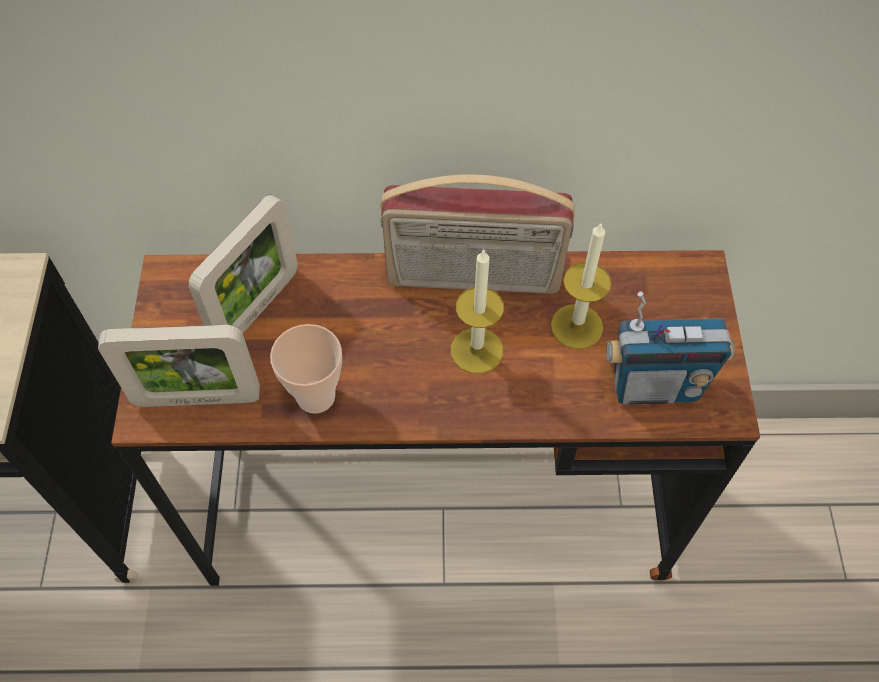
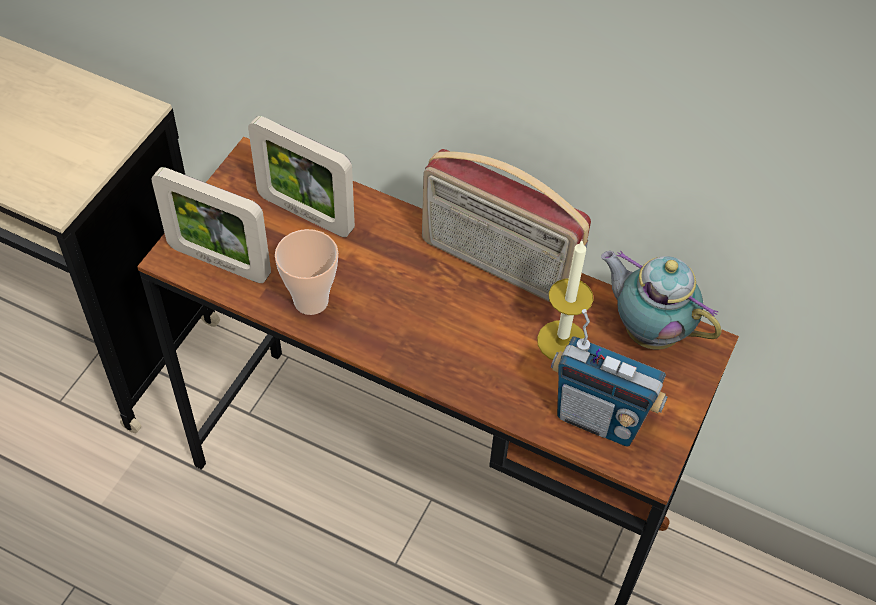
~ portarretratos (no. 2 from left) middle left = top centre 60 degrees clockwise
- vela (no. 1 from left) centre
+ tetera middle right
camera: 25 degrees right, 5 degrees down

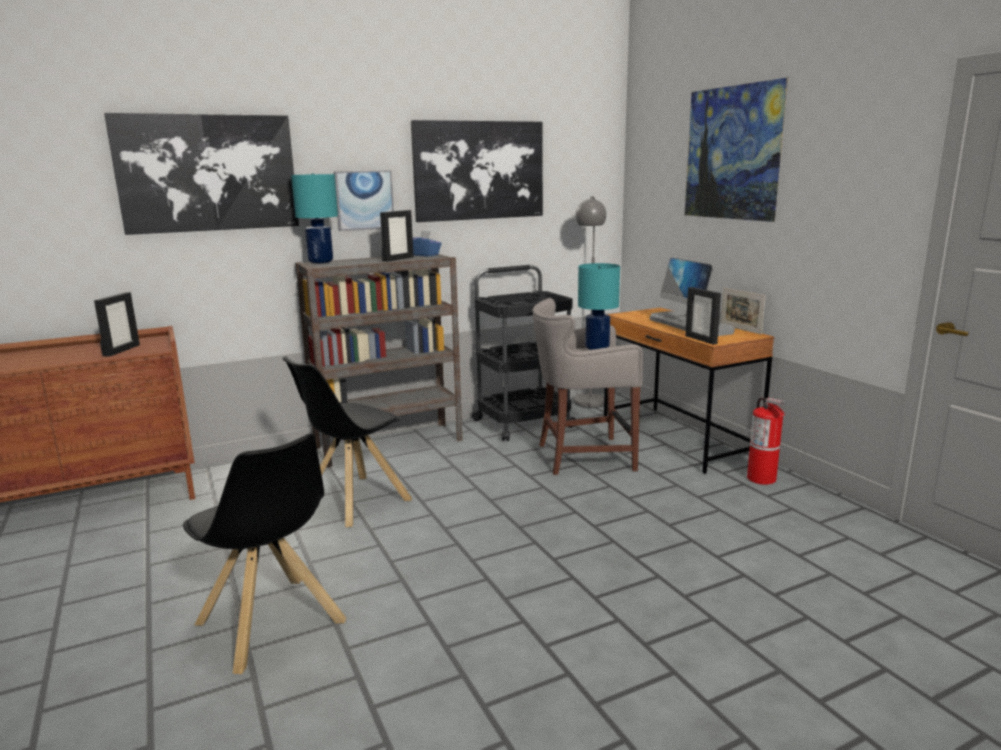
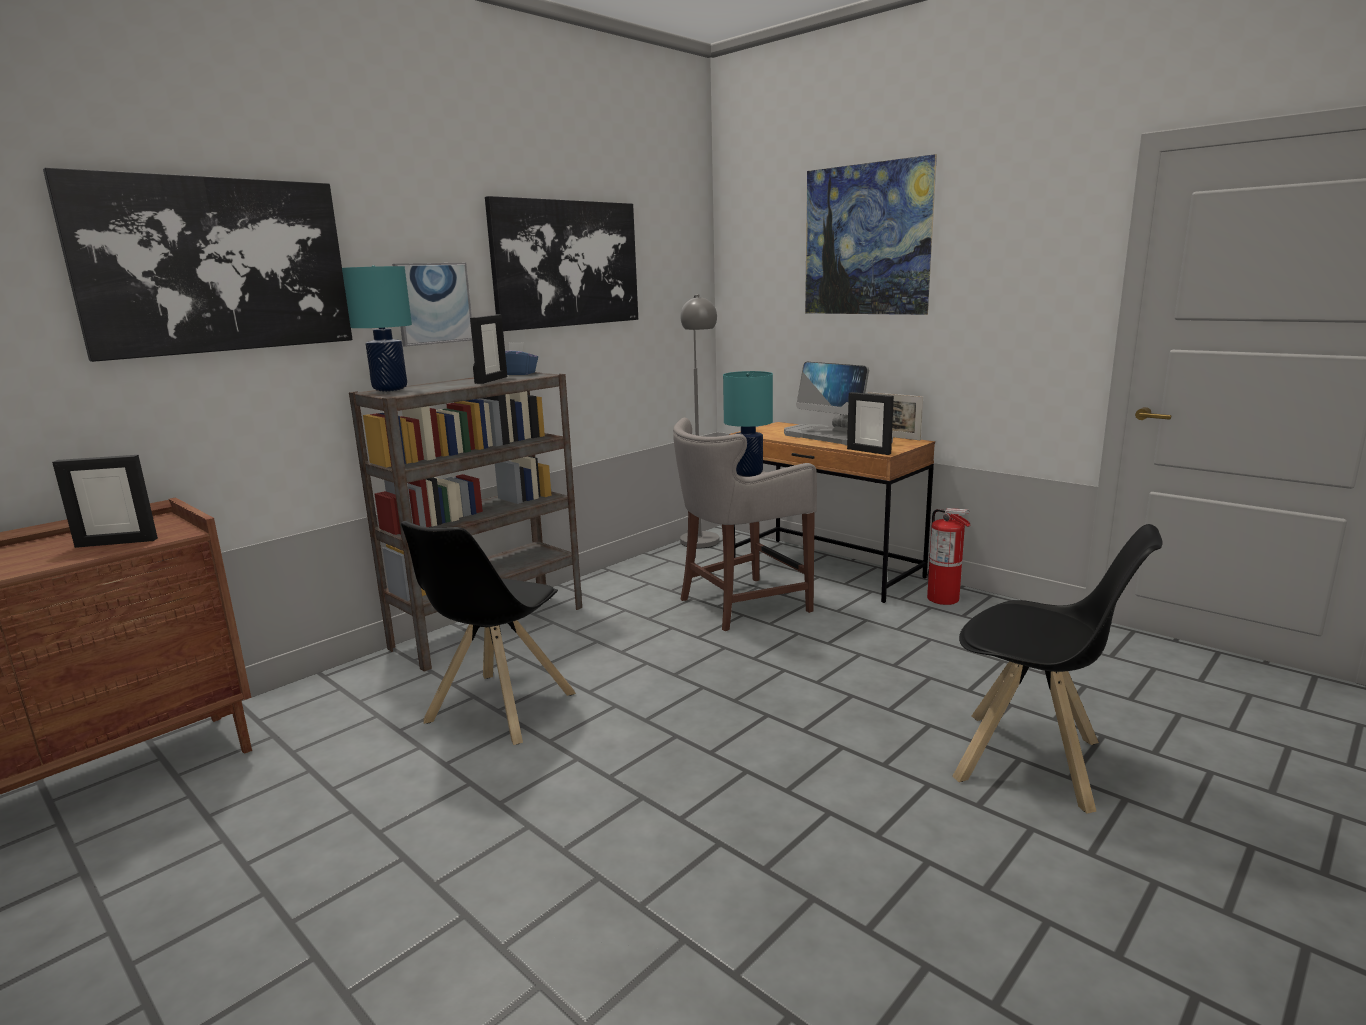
~ portarretratos (no. 1 from left) middle left = middle left 90 degrees clockwise
~ silla (negro) (no. 1 from left in the first image) bottom left to silla (negro) (no. 2 from left) middle right
- carrito (negro) centre
camera: 20 degrees left, 0 degrees up

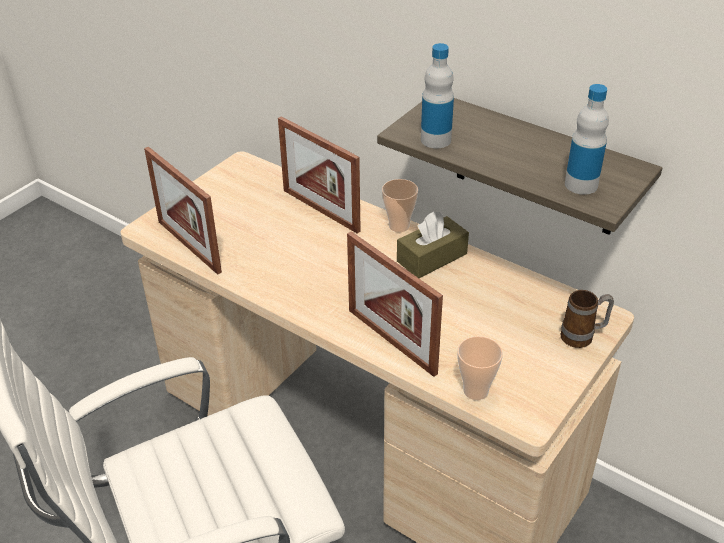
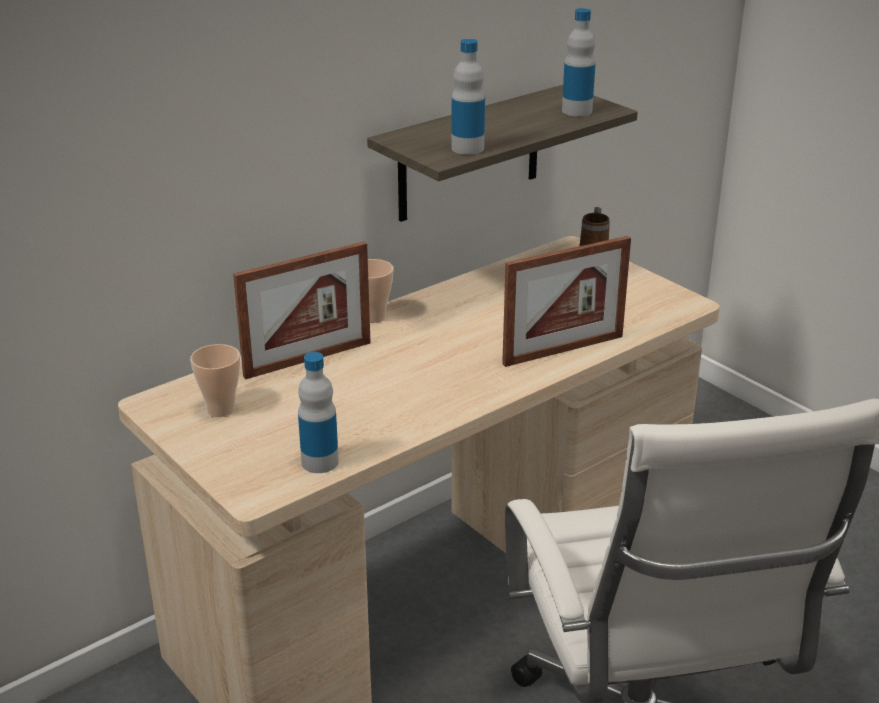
~ portarretratos (no. 1 from left) middle left to botella (no. 1 from left) centre
- caja de pañuelos (marrón) centre
~ taza (no. 2 from left in the first image) bottom centre to taza (no. 1 from left) middle left
camera: 75 degrees left, 10 degrees down

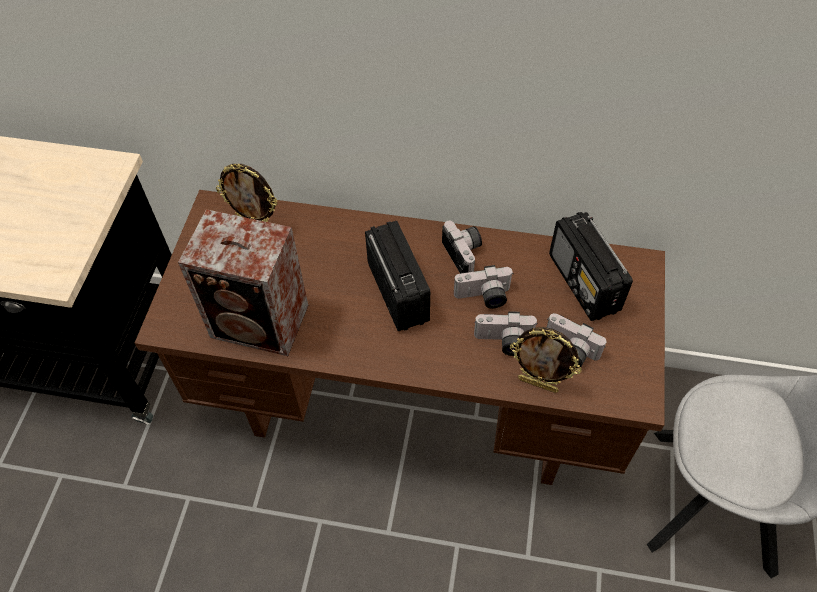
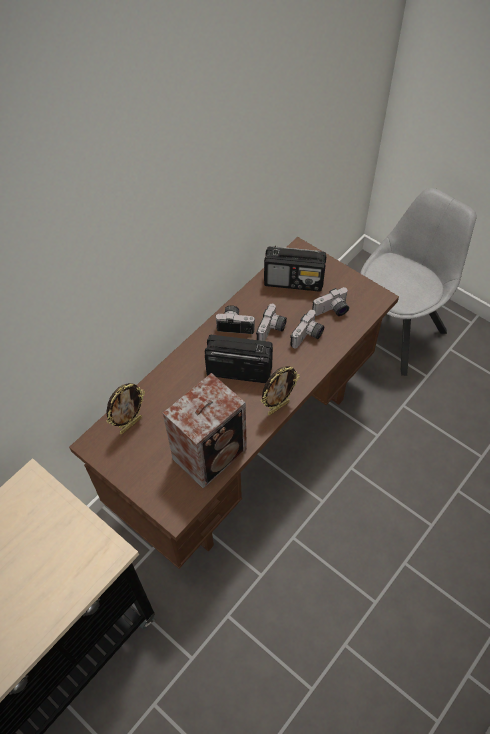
~ portarretratos (no. 2 from left) middle right to centre
camera: 60 degrees left, 0 degrees up

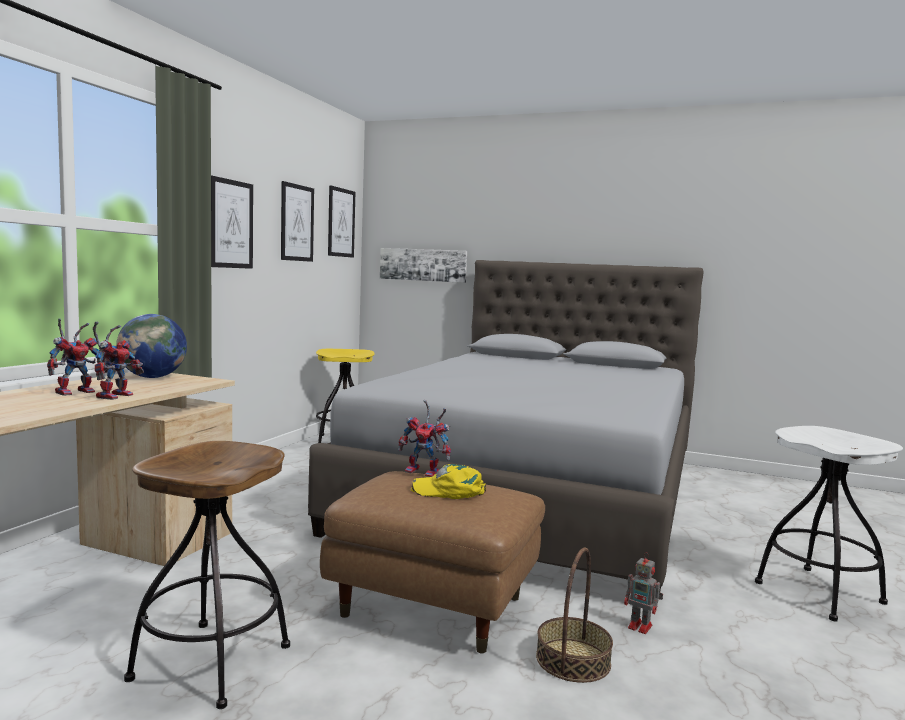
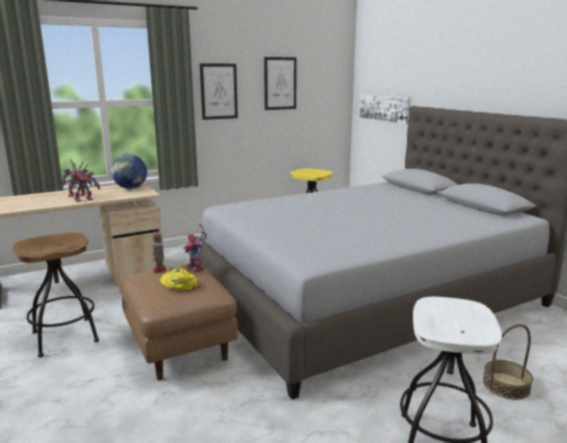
- cuadro (no. 3 from left) top centre
~ cesta bottom centre to bottom right
~ robot de juguete (no. 4 from left in the first image) bottom right to robot de juguete (no. 3 from left) middle left
camera: 40 degrees right, 10 degrees up

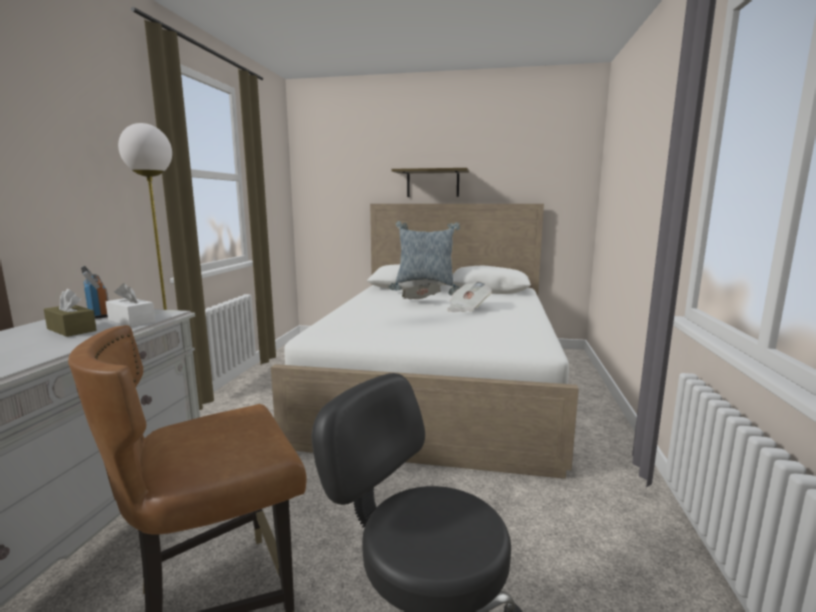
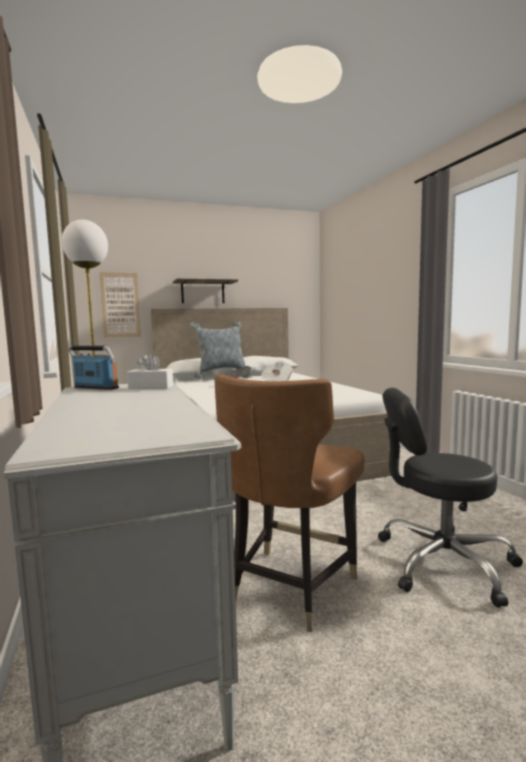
- caja de pañuelos (marrón) middle left
+ cuadro middle left
camera: 30 degrees left, 5 degrees down

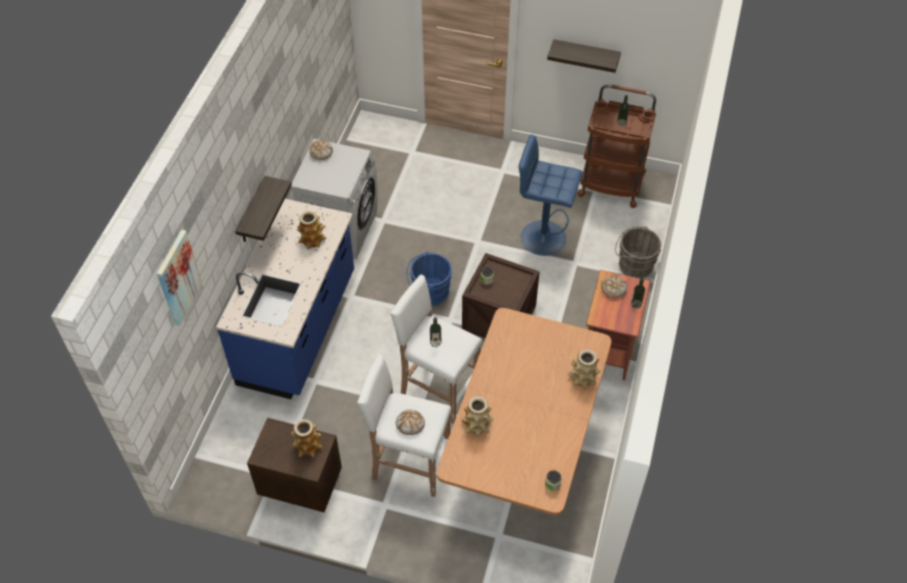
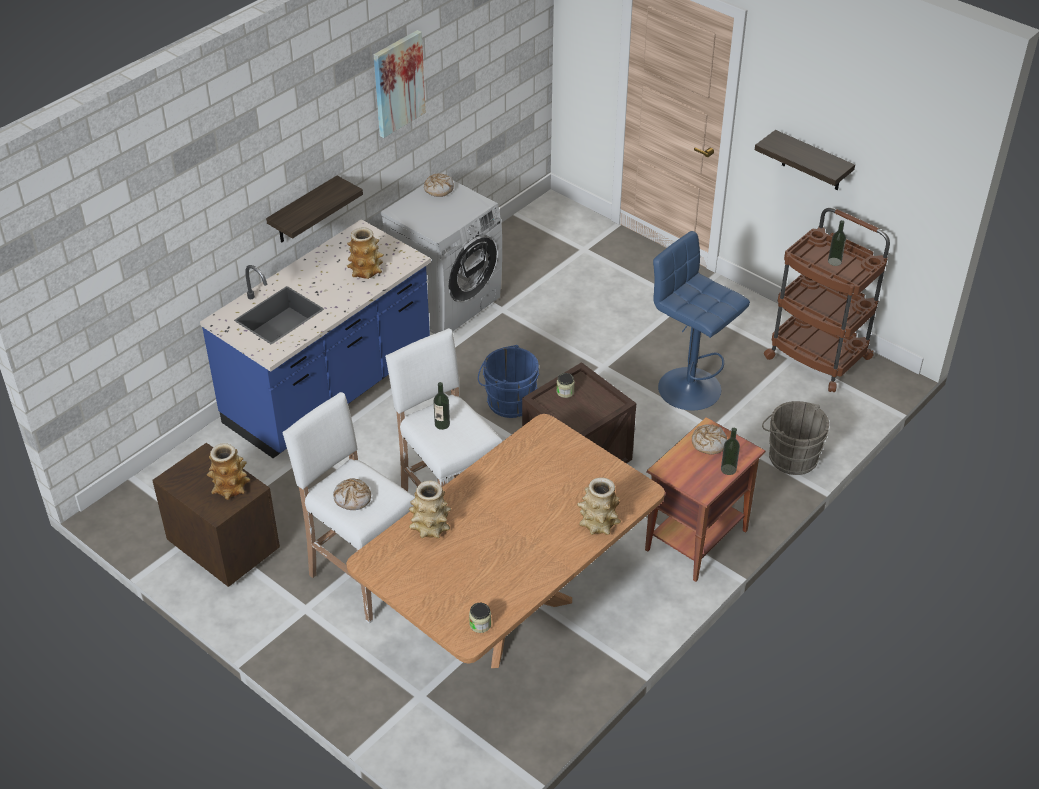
~ cuadro middle left to top centre
camera: 25 degrees right, 10 degrees down

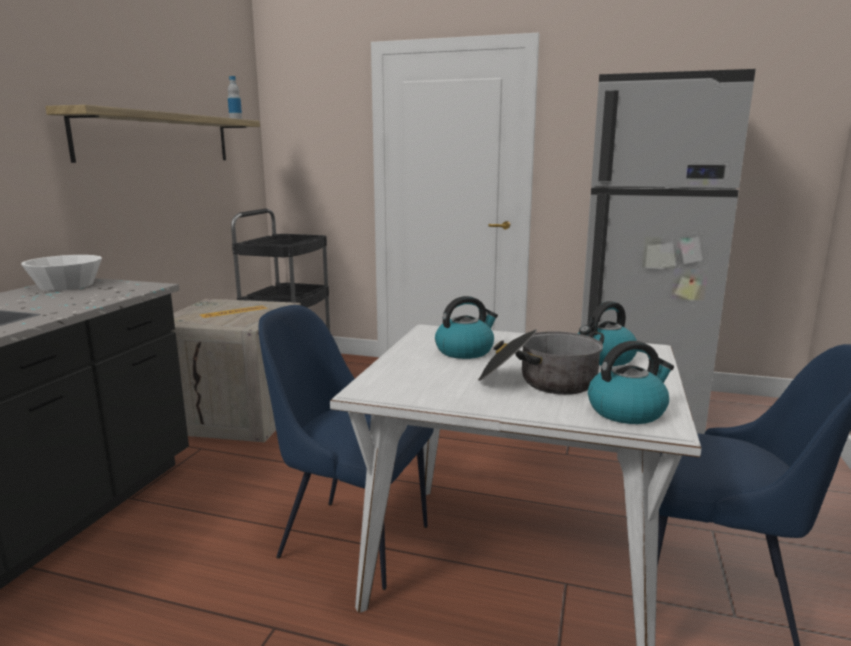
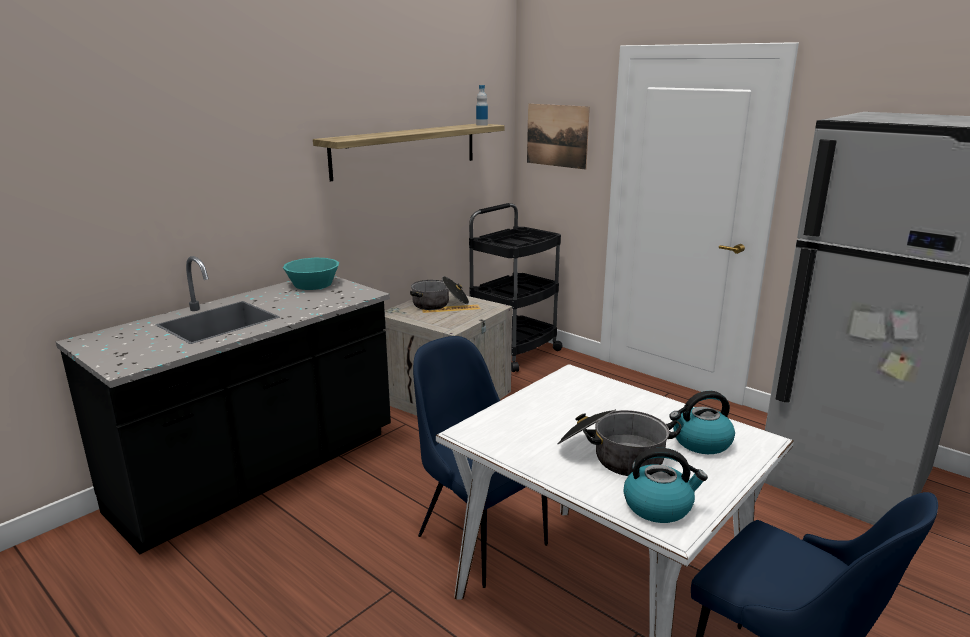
~ cuenco (blanco) middle left to cuenco (turquesa) middle left
- hervidor (no. 1 from left) centre
+ olla (no. 1 from left) centre
+ cuadro top centre
camera: 25 degrees right, 5 degrees up

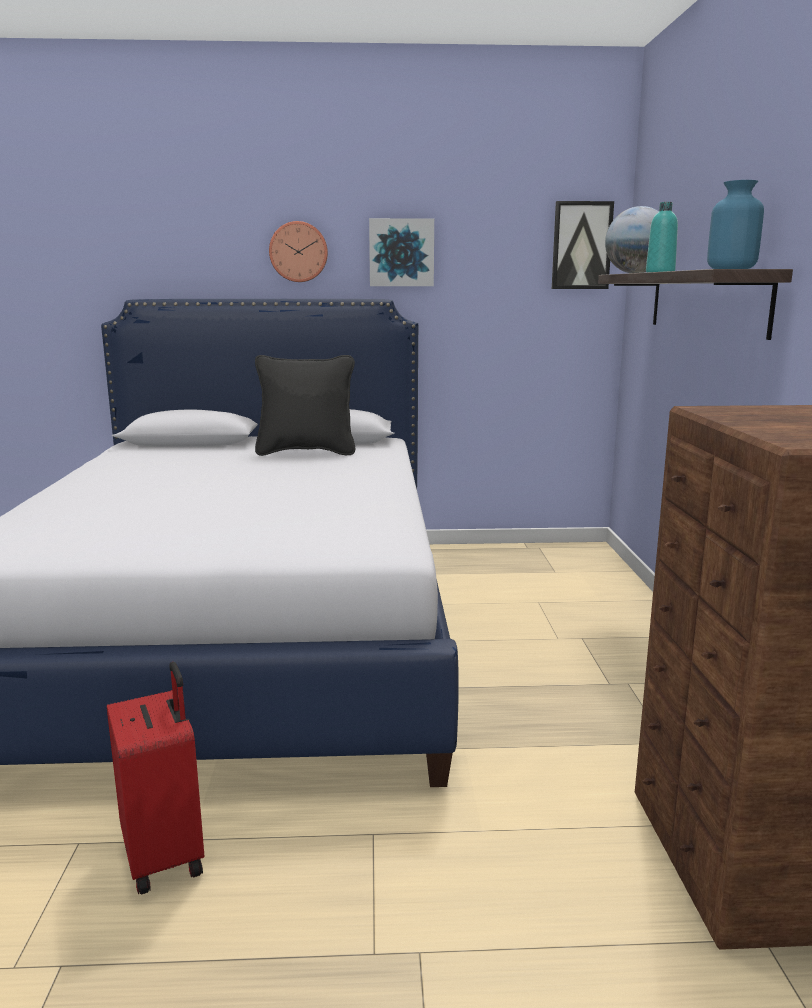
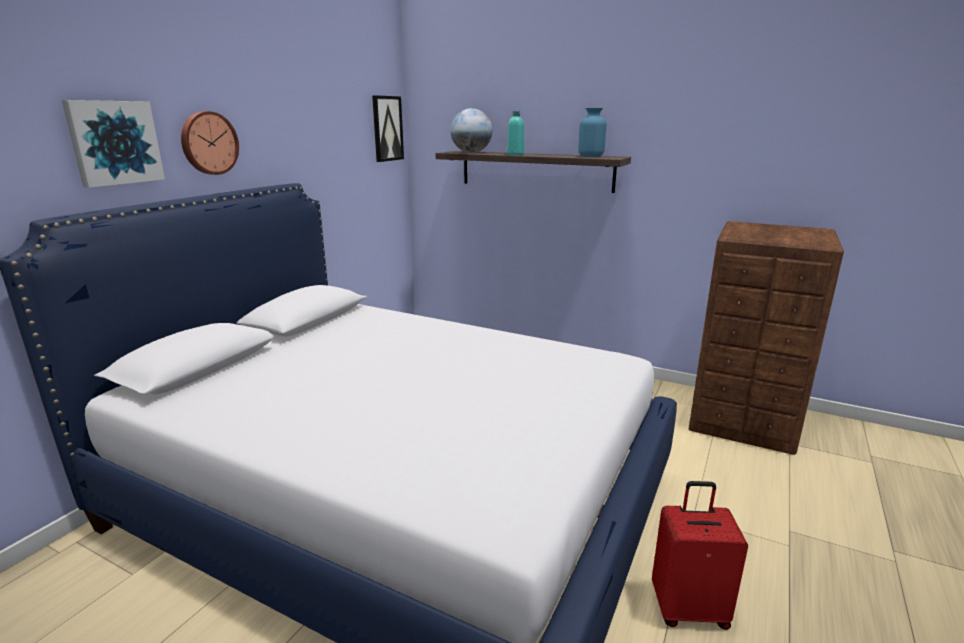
- cojín (negro) centre
~ cuadro (no. 1 from left) top centre to top left
camera: 60 degrees left, 5 degrees up

